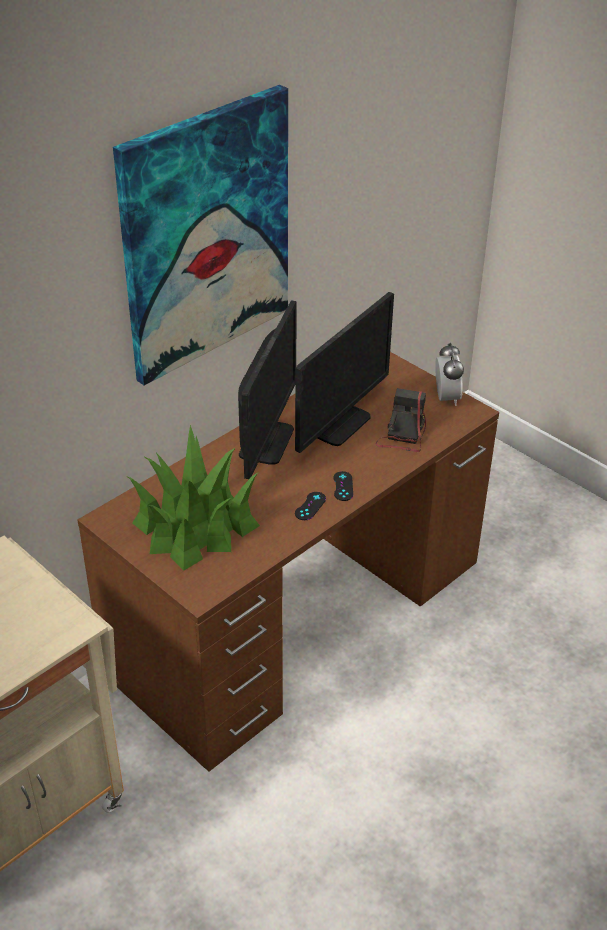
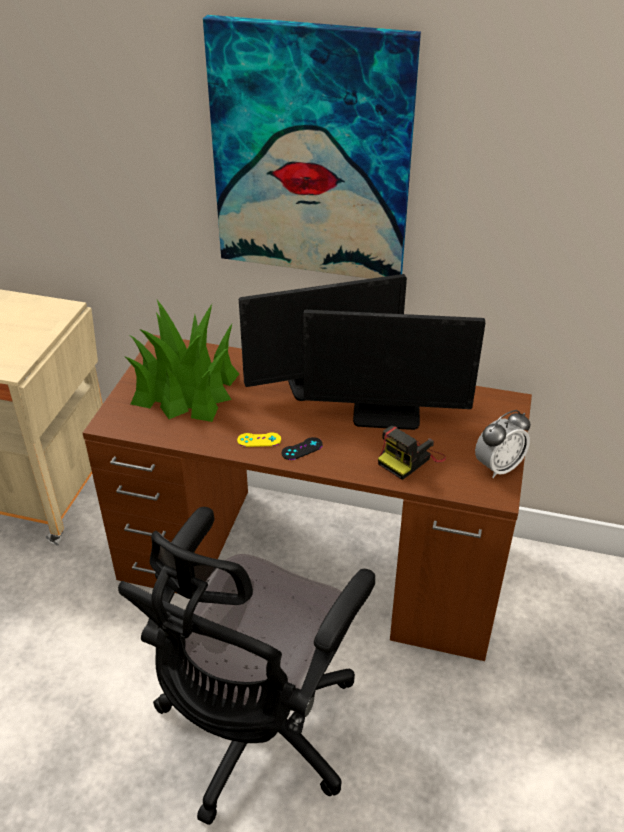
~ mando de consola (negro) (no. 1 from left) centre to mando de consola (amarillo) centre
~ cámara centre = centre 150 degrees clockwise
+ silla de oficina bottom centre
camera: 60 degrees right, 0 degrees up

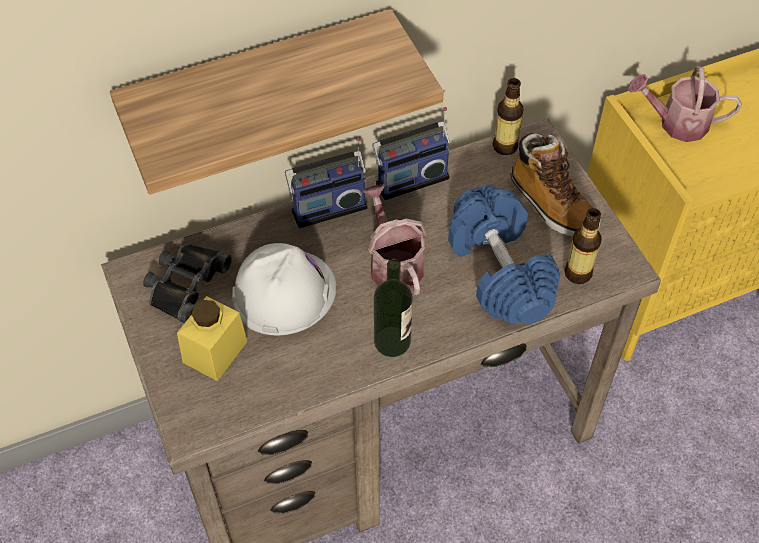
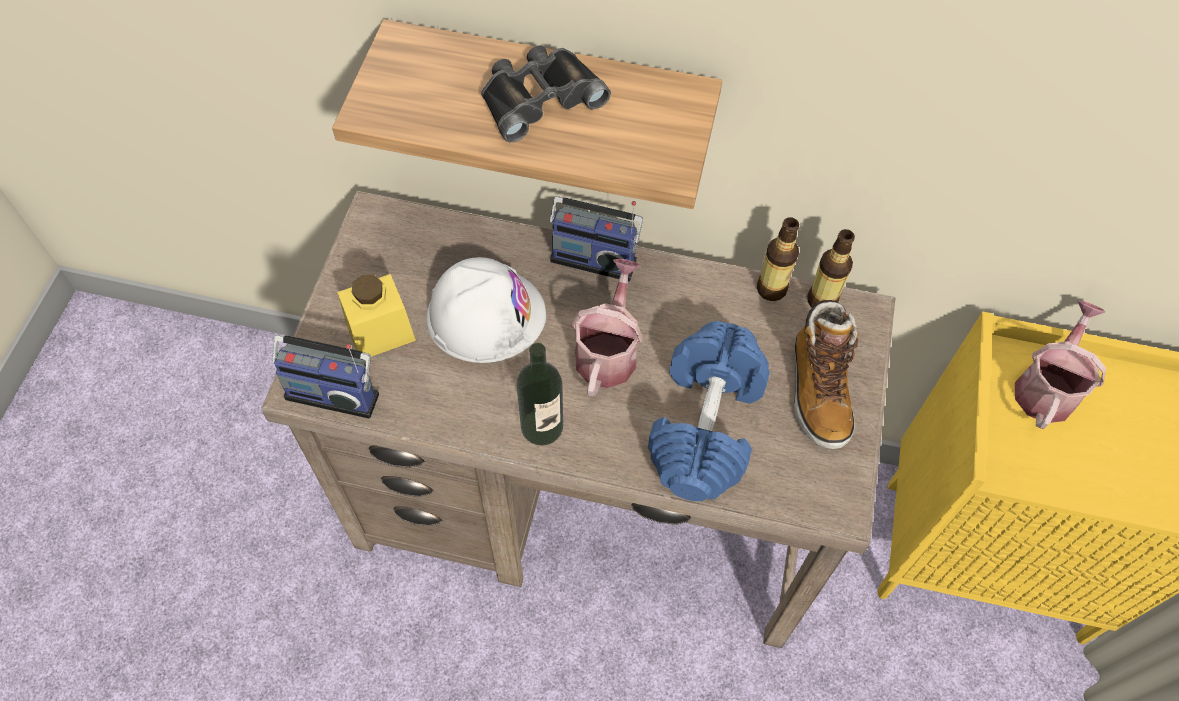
~ prismáticos (negro) middle left to top centre
~ radio (no. 2 from left in the first image) top centre to radio (no. 1 from left) middle left
~ botella (no. 3 from left in the first image) middle right to botella (no. 2 from left) centre
~ regadera (no. 2 from left) top right = middle right 75 degrees clockwise
camera: 35 degrees right, 5 degrees up

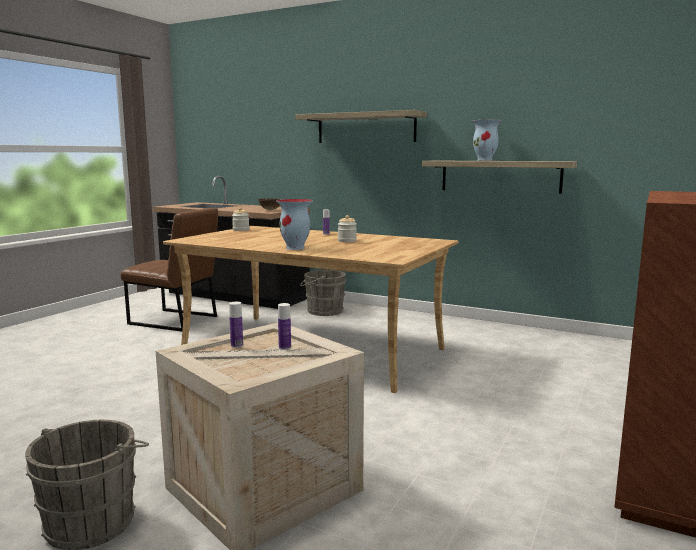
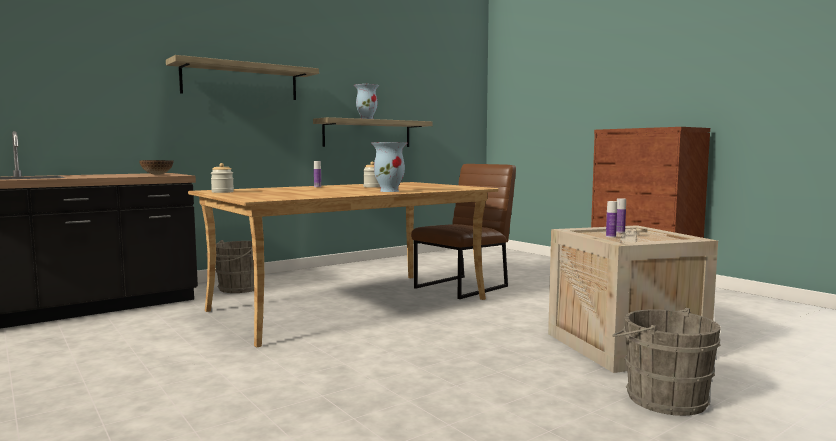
~ silla (marrón) middle left to centre
camera: 65 degrees left, 5 degrees down

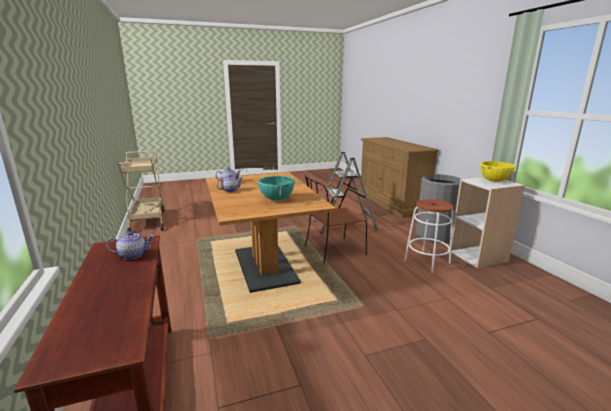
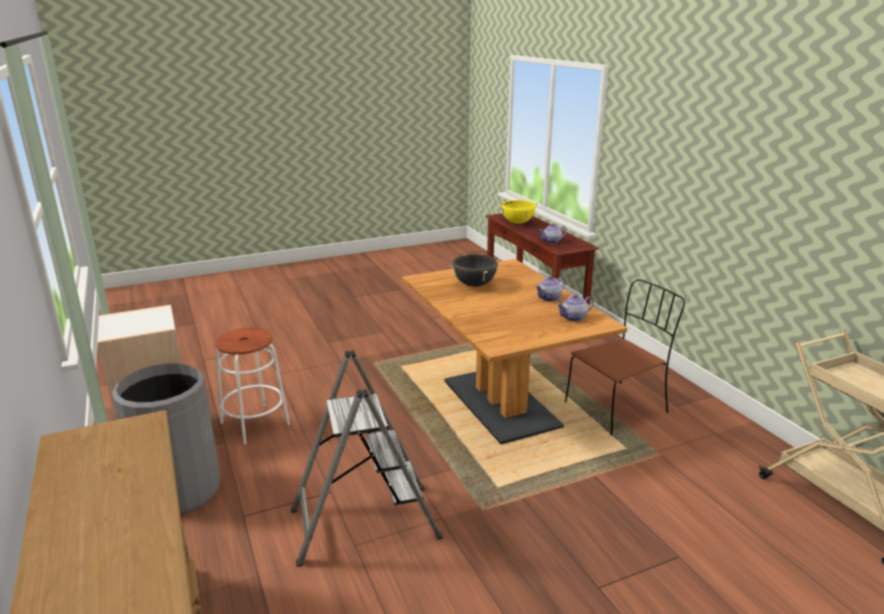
~ olla (turquesa) centre to olla (negro) centre
~ silla (marrón) centre to middle right
~ olla (amarillo) middle right to centre
camera: 175 degrees right, 5 degrees up

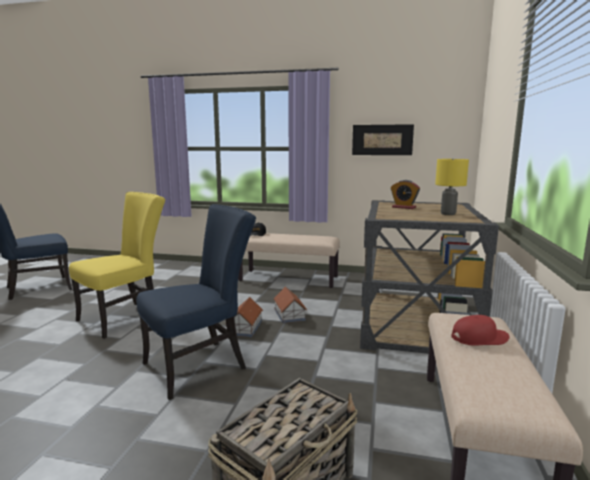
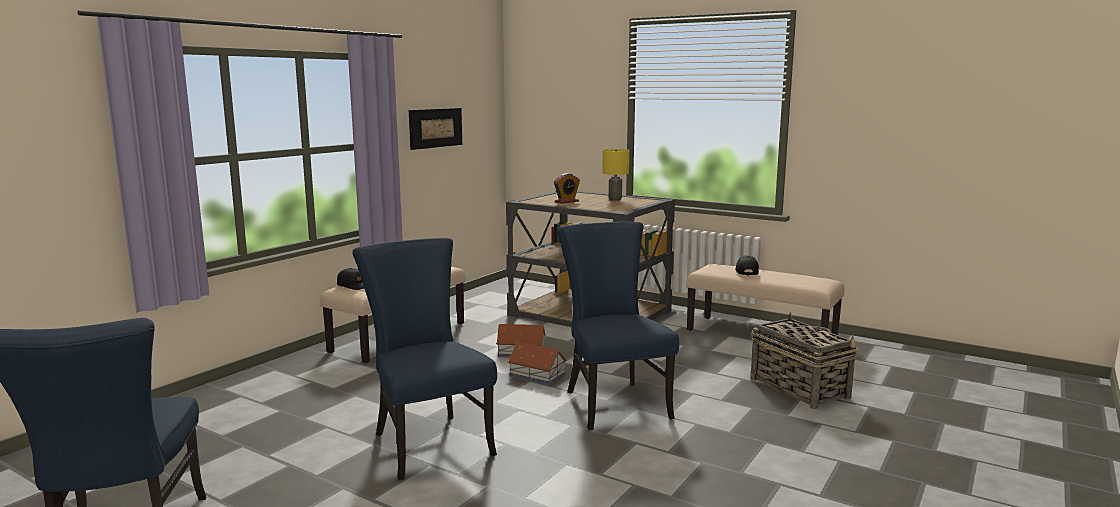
~ silla (amarillo) middle left to silla (azul) (no. 2 from left) bottom centre
~ gorra (rojo) bottom right to gorra (negro) (no. 2 from left) middle right
camera: 70 degrees left, 0 degrees up

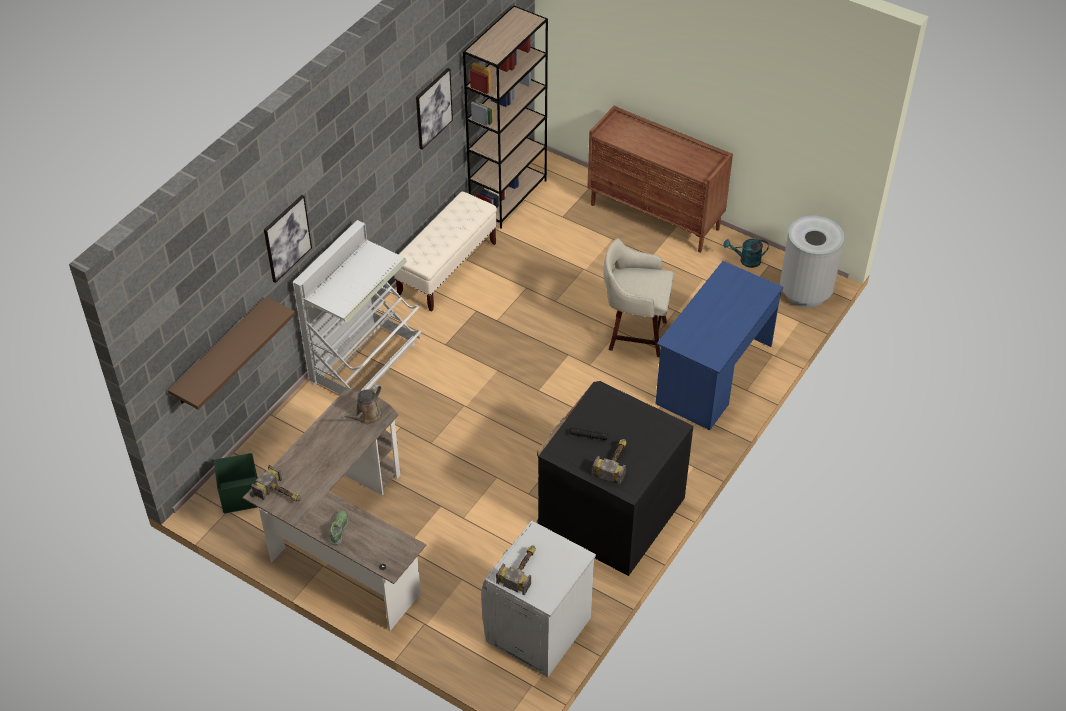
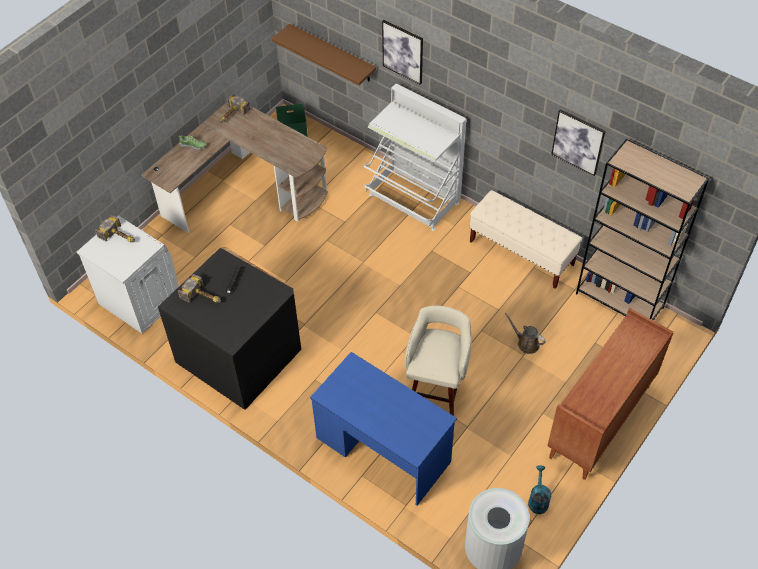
~ regadera (marrón) centre to middle right
camera: 95 degrees right, 5 degrees up

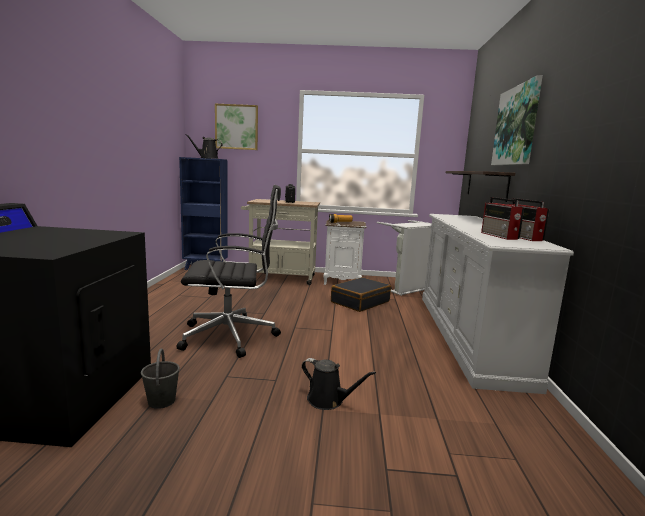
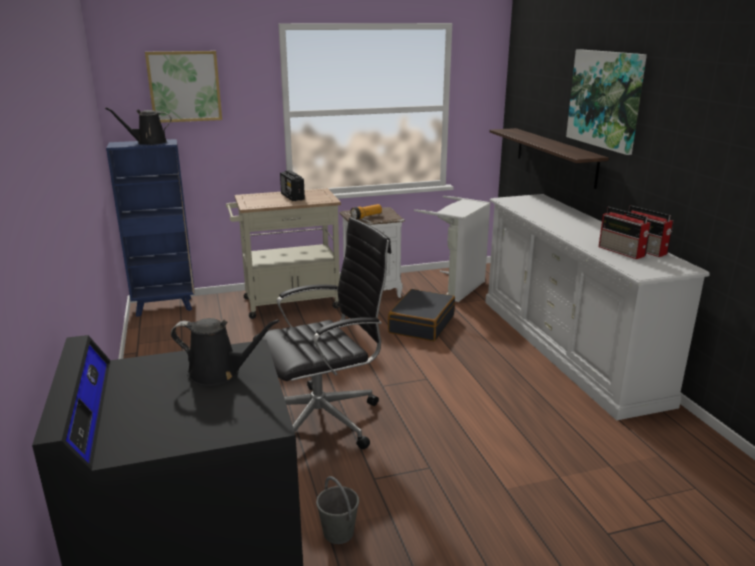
~ regadera (negro) (no. 2 from left) bottom centre to middle left
camera: 20 degrees left, 10 degrees up

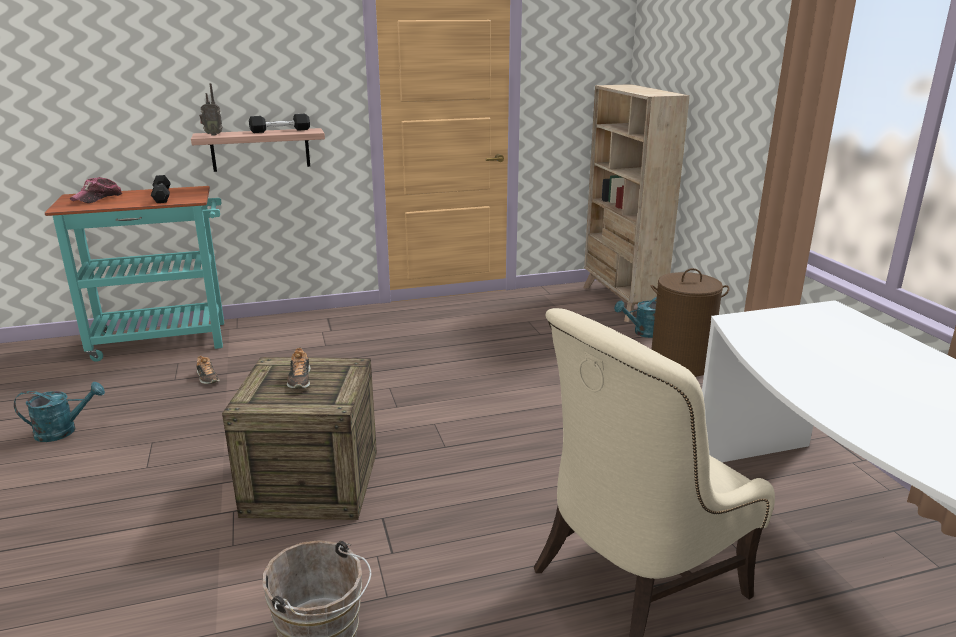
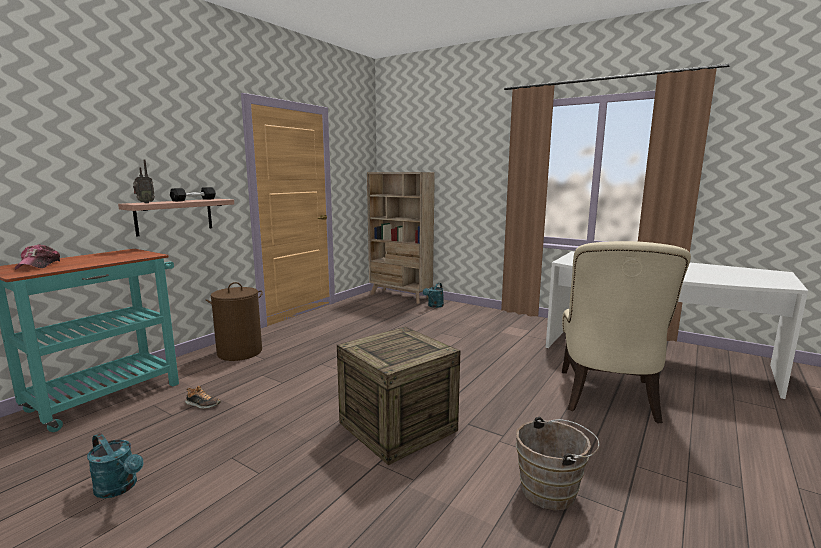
~ regadera (turquesa) (no. 1 from left) middle left = bottom left 90 degrees clockwise
- mancuerna (negro) (no. 1 from left) top left
- zapato (no. 2 from left) middle left
~ cesto de la ropa (marrón) middle right to middle left
camera: 40 degrees left, 10 degrees down

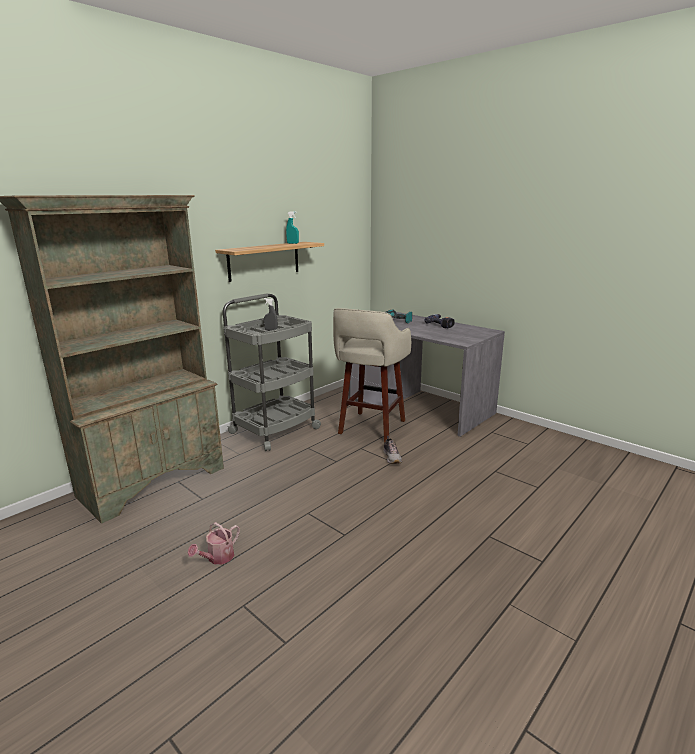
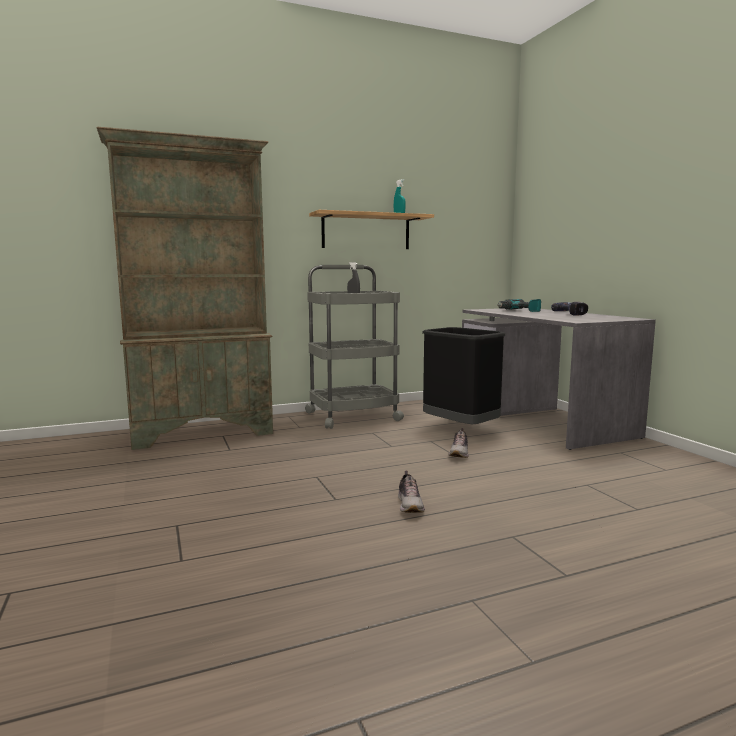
- regadera bottom left
~ taburete (beis) centre to papelera (negro) centre
+ zapato (no. 1 from left) bottom centre
camera: 25 degrees right, 10 degrees down

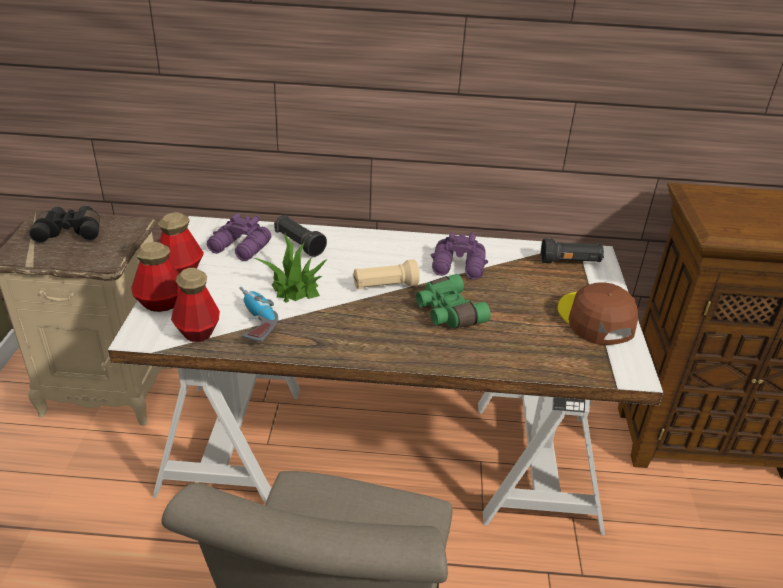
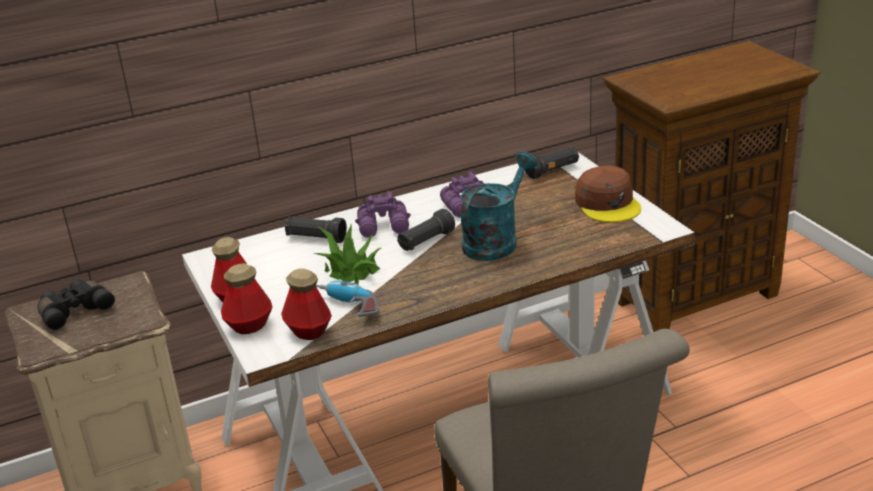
~ prismáticos (morado) (no. 1 from left) middle left to centre
~ linterna (beis) centre to linterna (negro) (no. 2 from left) centre
~ prismáticos (verde) centre to regadera (turquesa) centre
~ gorra (marrón) middle right = middle right 150 degrees counterclockwise
camera: 25 degrees left, 5 degrees down

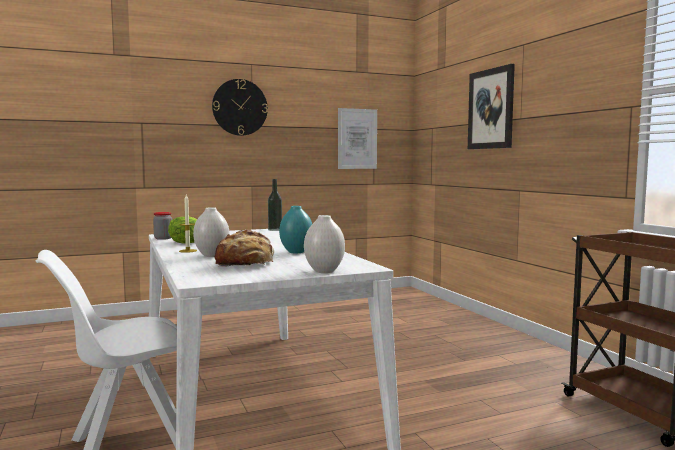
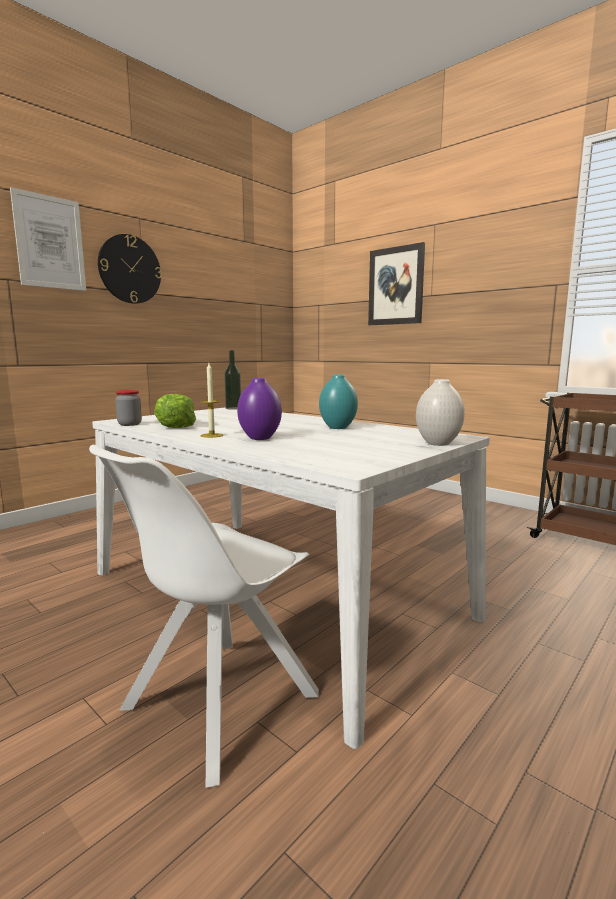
~ florero (blanco) (no. 1 from left) middle left to florero (morado) centre
- pan centre
~ cuadro (no. 1 from left) top centre to top left
camera: 25 degrees left, 5 degrees up

